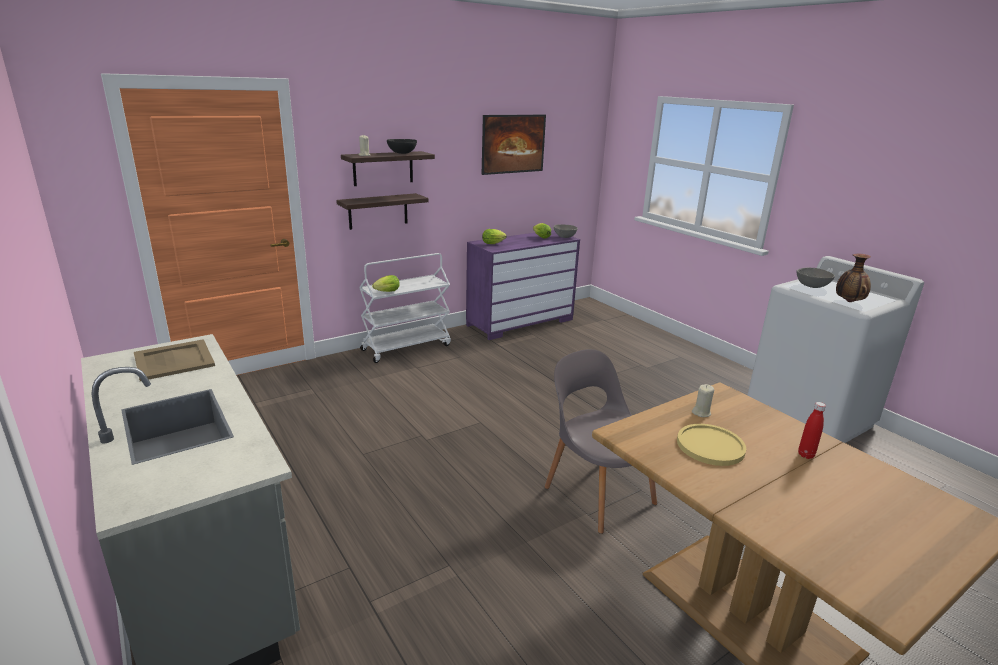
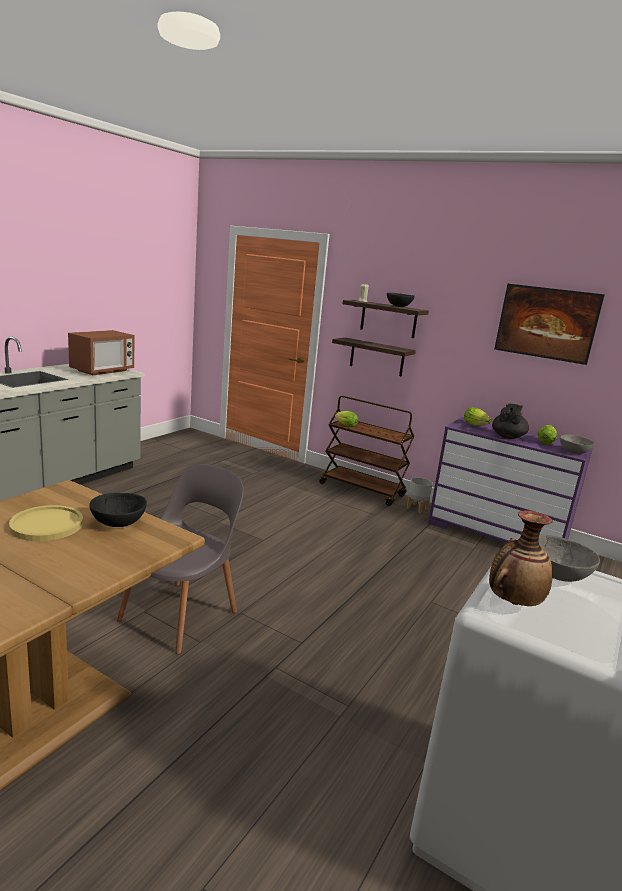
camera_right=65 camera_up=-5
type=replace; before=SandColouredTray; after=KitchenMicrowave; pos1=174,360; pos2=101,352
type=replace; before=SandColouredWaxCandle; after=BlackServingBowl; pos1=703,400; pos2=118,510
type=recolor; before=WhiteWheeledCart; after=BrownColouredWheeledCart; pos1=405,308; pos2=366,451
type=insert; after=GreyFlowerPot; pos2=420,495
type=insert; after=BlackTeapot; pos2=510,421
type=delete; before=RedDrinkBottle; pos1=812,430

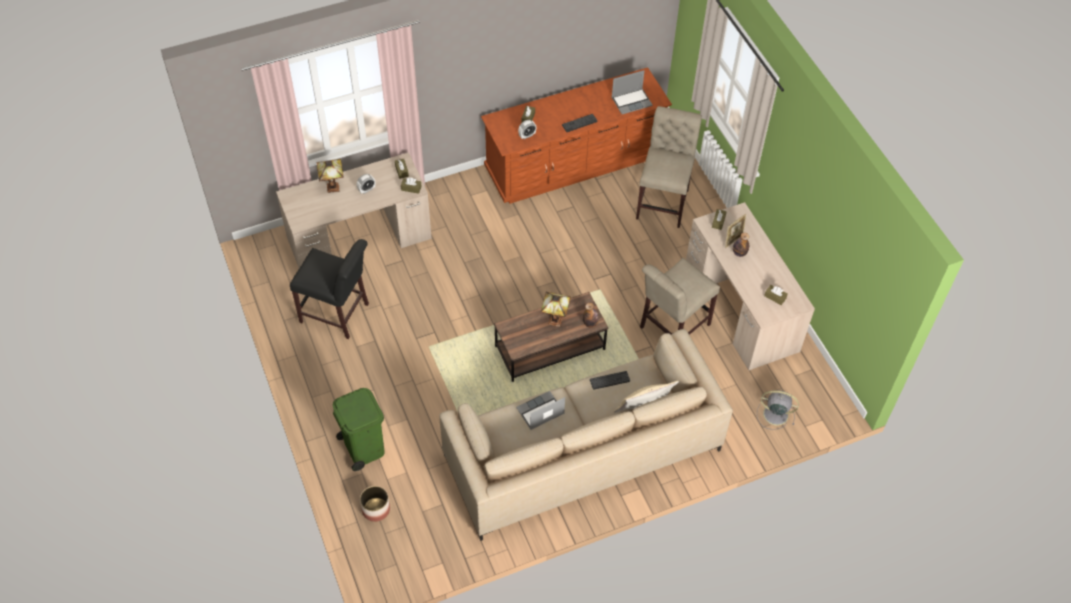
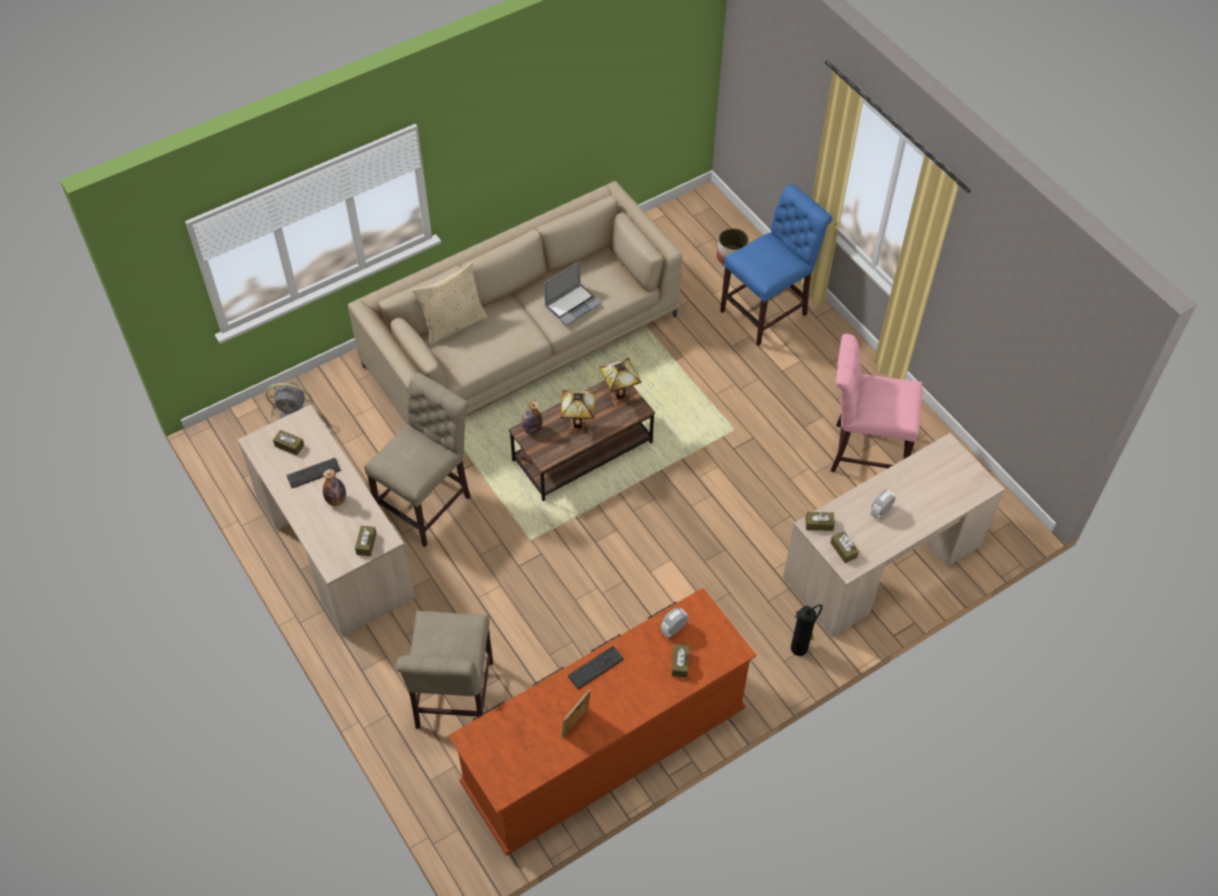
camera_right=170 camera_up=0
type=move; before=ComputerKeyboard; pos1=610,380; pos2=314,473
type=move; before=StandingFrame; pos1=735,231; pos2=576,713
type=move; before=LampForATable; pos1=330,176; pos2=620,382
type=replace; before=GreenishRubbishBin; after=BlueChair; pos1=359,429; pos2=776,265
type=insert; after=Extinguisher; pos2=806,630
type=recolor; before=BlackChair; after=PinkishChair; pos1=329,289; pos2=877,403
type=delete; before=NotebookComputer; pos1=632,92

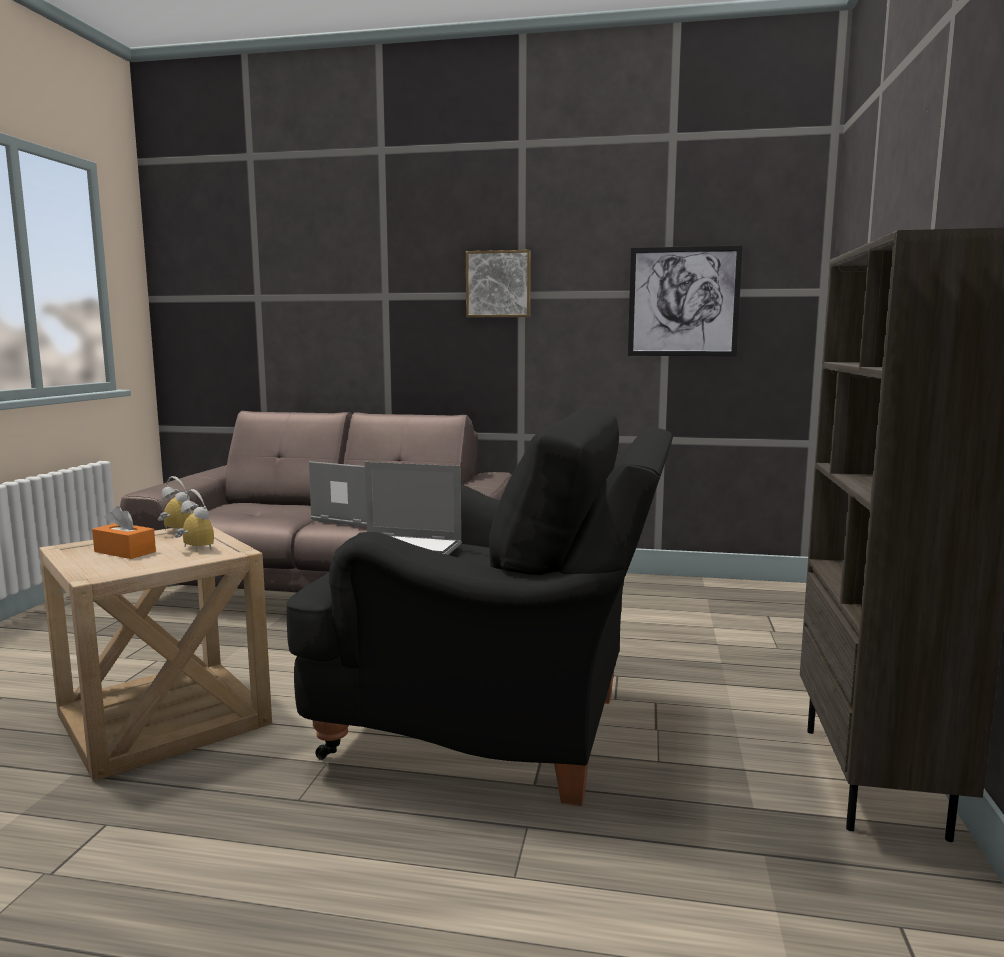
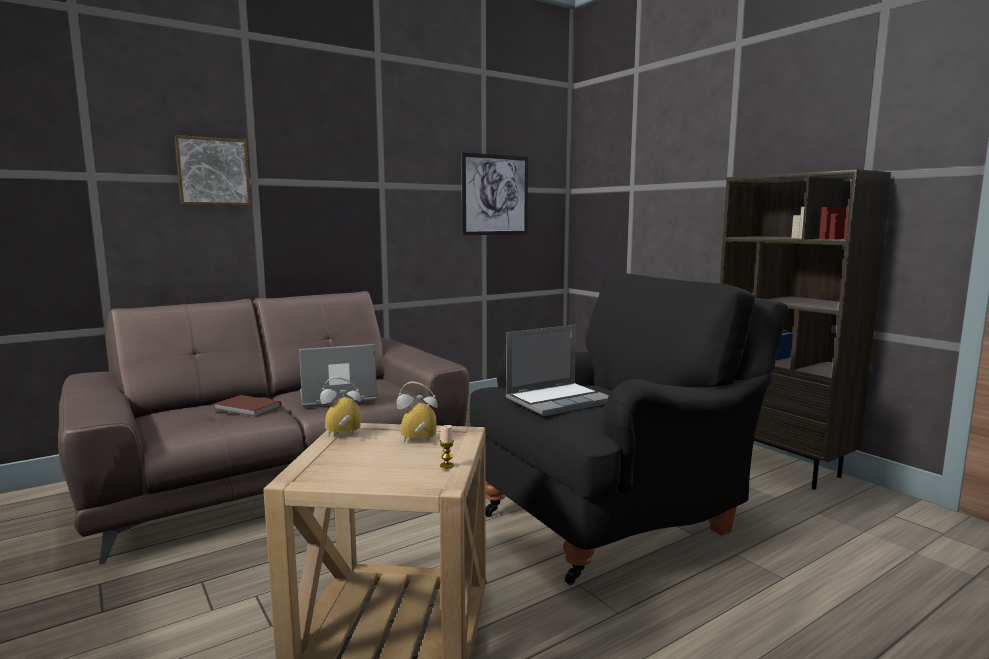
camera_right=-45 camera_up=0
type=move; before=WallPicture; pos1=498,283; pos2=212,170
type=insert; after=BrownColouredVolume; pos2=247,406
type=insert; after=WaxCandle; pos2=447,447
type=delete; before=OrangeTissueHolder; pos1=124,532

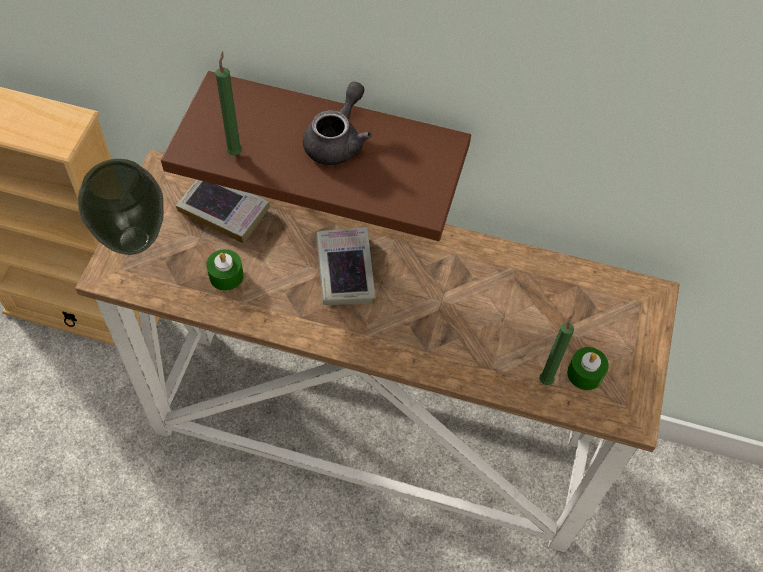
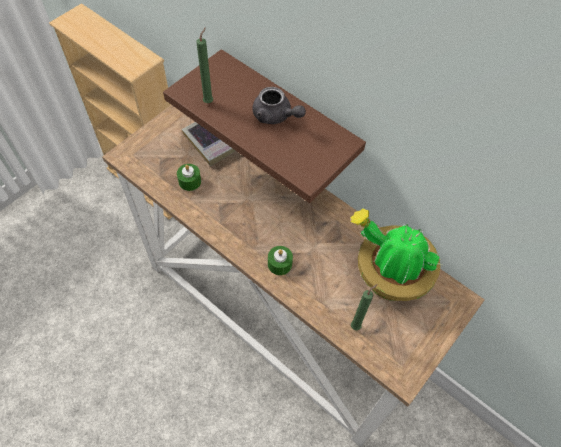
camera_right=25 camera_up=0
type=rotate; before=GreyTeapot; pos1=337,123; pos2=279,105; turn=75
type=move; before=GreenishWaxCandle; pos1=588,368; pos2=280,260
type=insert; after=Houseplant; pos2=396,254
type=delete; before=Vase; pos1=121,207
type=delete; before=Volume; pos1=346,266

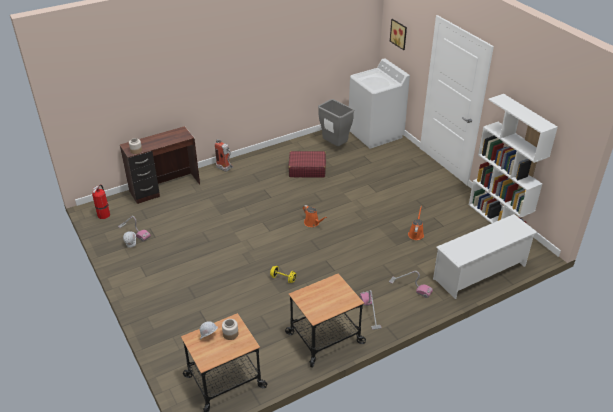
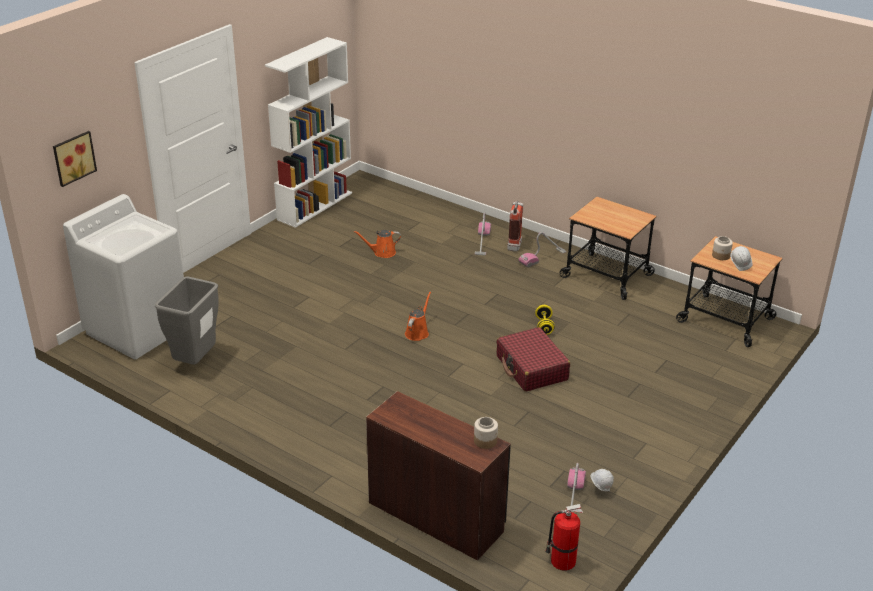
camera_right=-115 camera_up=-5
type=move; before=RedTravelCase; pos1=307,164; pos2=533,359
type=move; before=Extinguisher; pos1=224,155; pos2=515,226
type=delete; before=WhiteShoeShelf; pos1=485,256

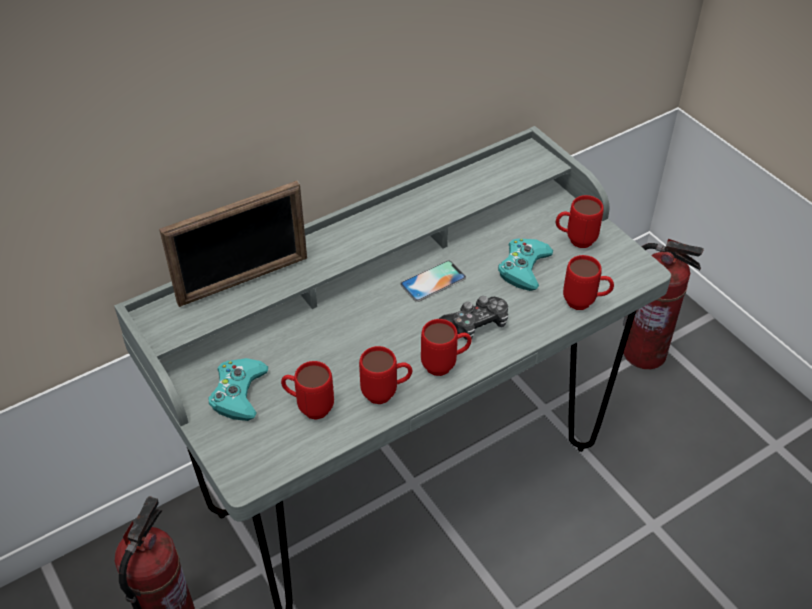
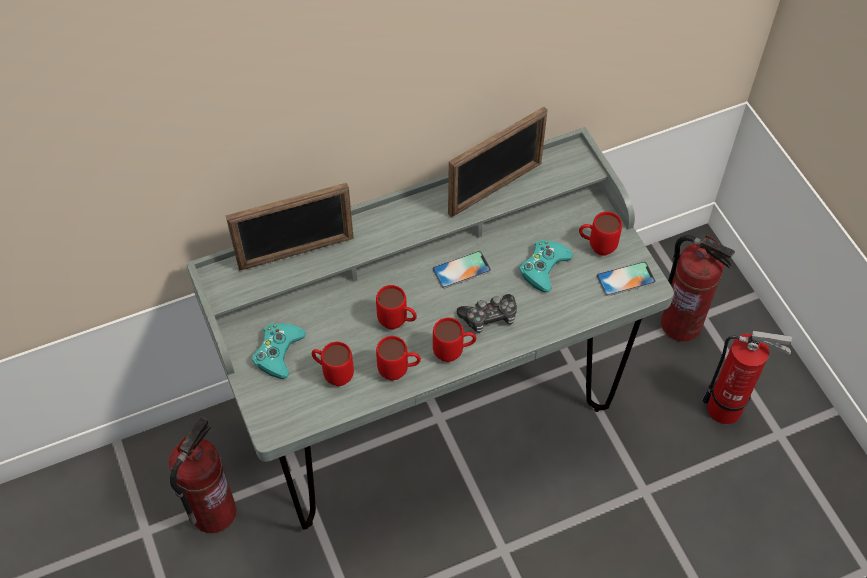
camera_right=10 camera_up=10
type=move; before=RedCoffeeMug; pos1=588,282; pos2=396,307
type=insert; after=StandingFrame; pos2=498,161
type=insert; after=Handset; pos2=626,279
type=insert; after=Extinguisher; pos2=747,377

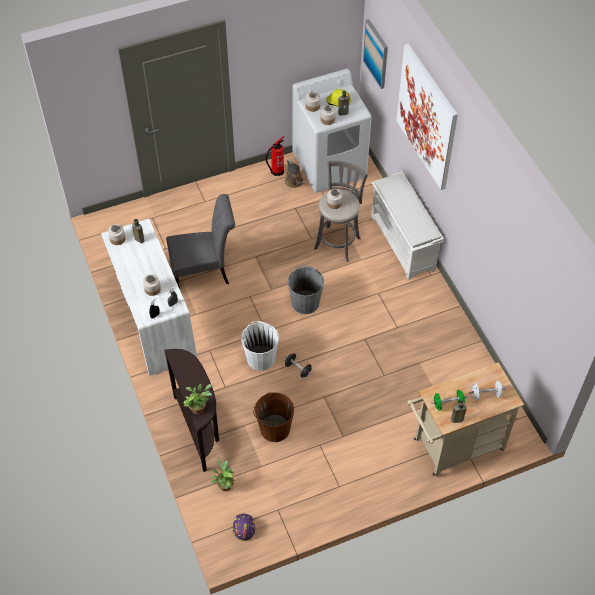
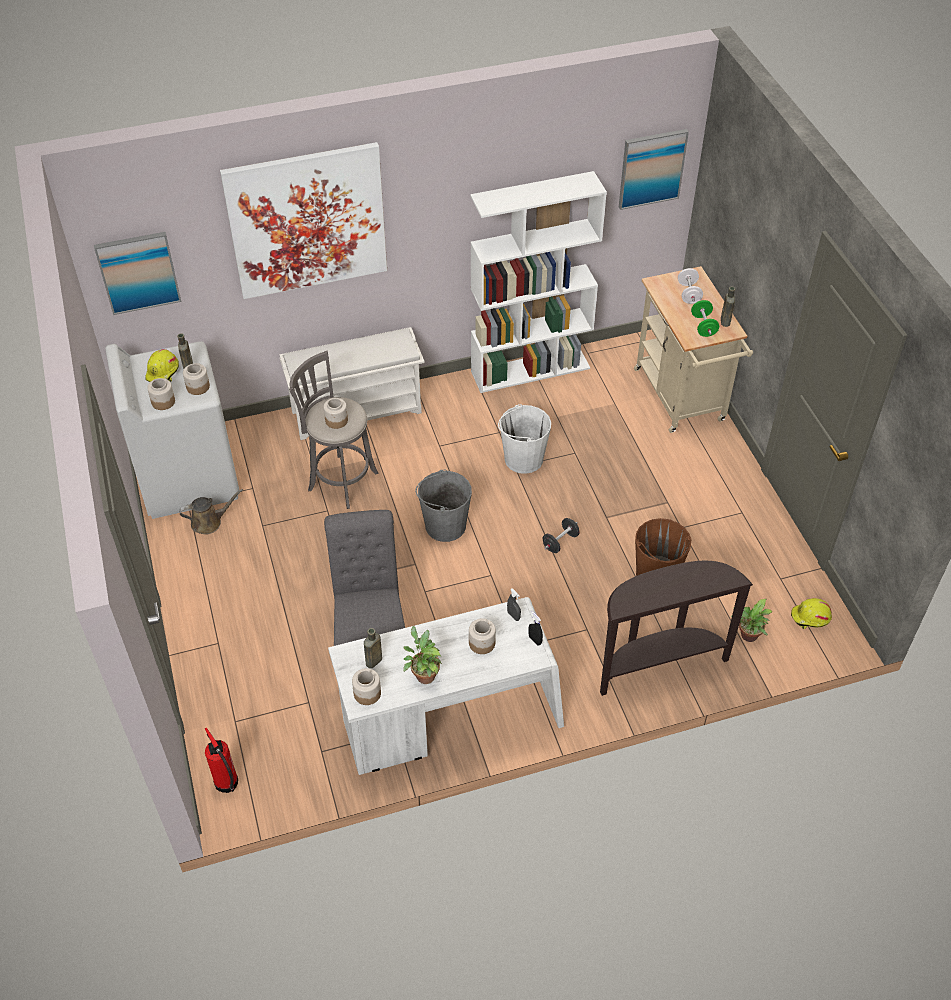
camera_right=-85 camera_up=-5
type=move; before=Extinguisher; pos1=274,156; pos2=221,760
type=move; before=Houseplant; pos1=198,399; pos2=422,655
type=insert; after=WhiteBookcase; pos2=538,282
type=move; before=WhitePail; pos1=260,346; pos2=524,439
type=insert; after=WallPicture; pos2=654,169
type=recolor; before=PurpleColouredSafetyHelmet; after=YellowSafetyHelmet; pos1=244,527; pos2=811,613

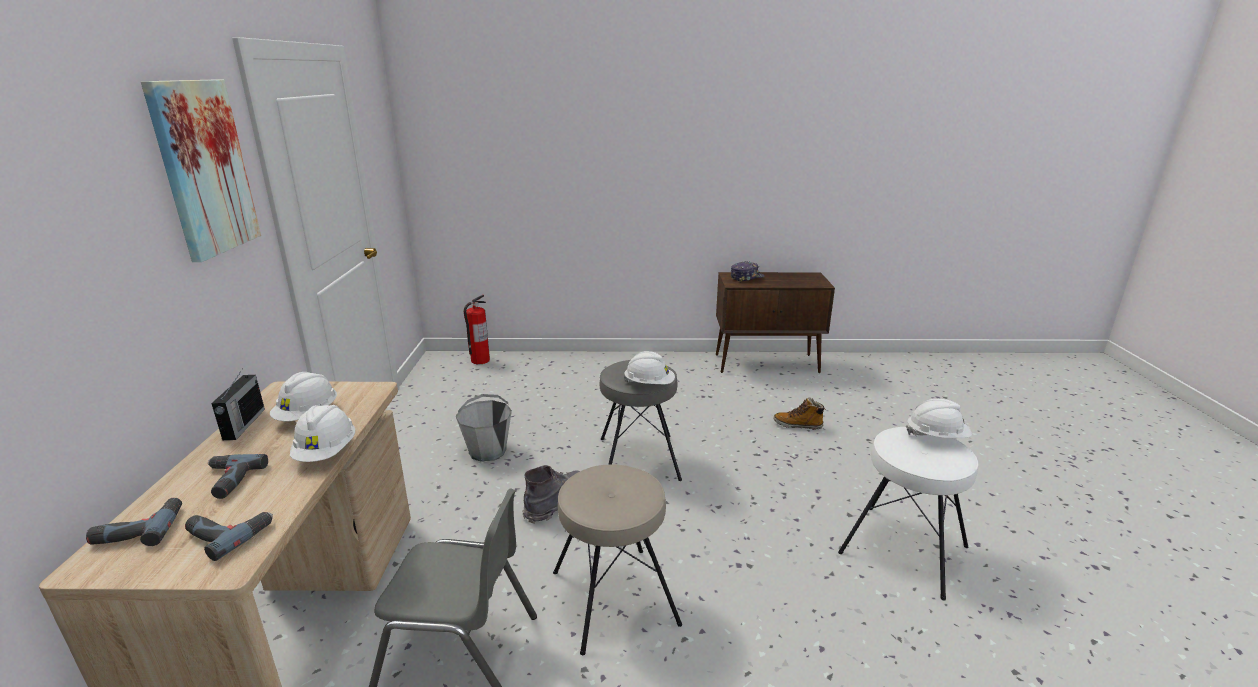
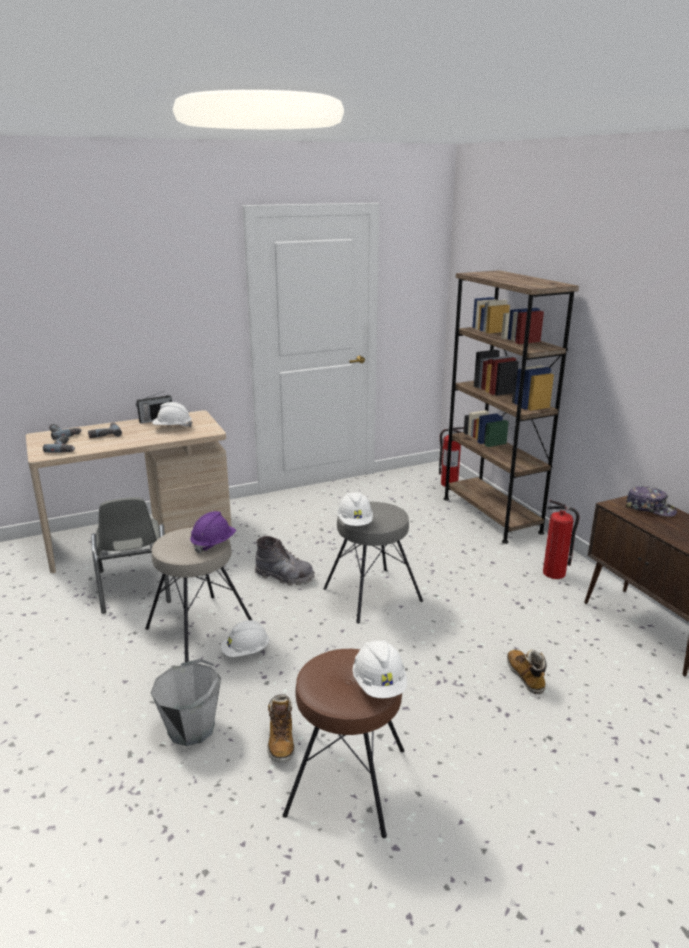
camera_right=65 camera_up=0
type=move; before=GreyPail; pos1=484,428; pos2=186,702
type=insert; after=PurpleColouredSafetyHelmet; pos2=213,532
type=move; before=WhiteSafetyHelmet; pos1=322,433; pos2=245,638
type=insert; after=Boot; pos2=281,728
type=recolor; before=WhiteStool; after=BrownColouredStool; pos1=908,514; pos2=343,743
type=insert; after=BrownColouredBookcase; pos2=511,407
type=insert; after=Extinguisher; pos2=561,539
type=delete; before=WallPicture; pos1=201,170

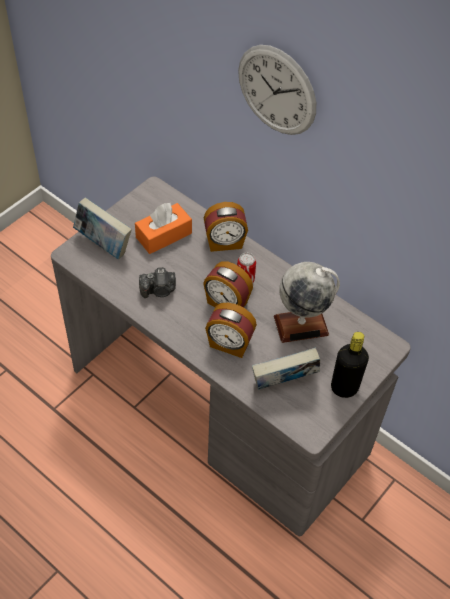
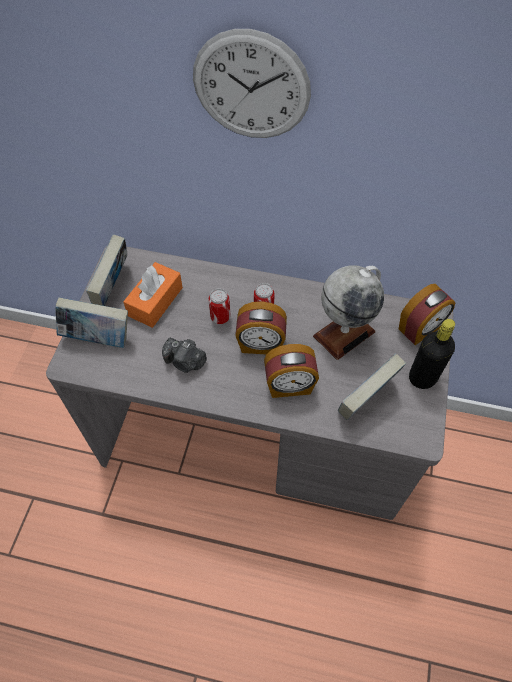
camera_right=-25 camera_up=5
type=insert; after=Volume; pos2=106,270
type=rotate; before=StillCamera; pos1=157,282; pos2=184,355; turn=60
type=insert; after=SealedCan; pos2=219,306
type=move; before=TableClock; pos1=226,227; pos2=427,314

